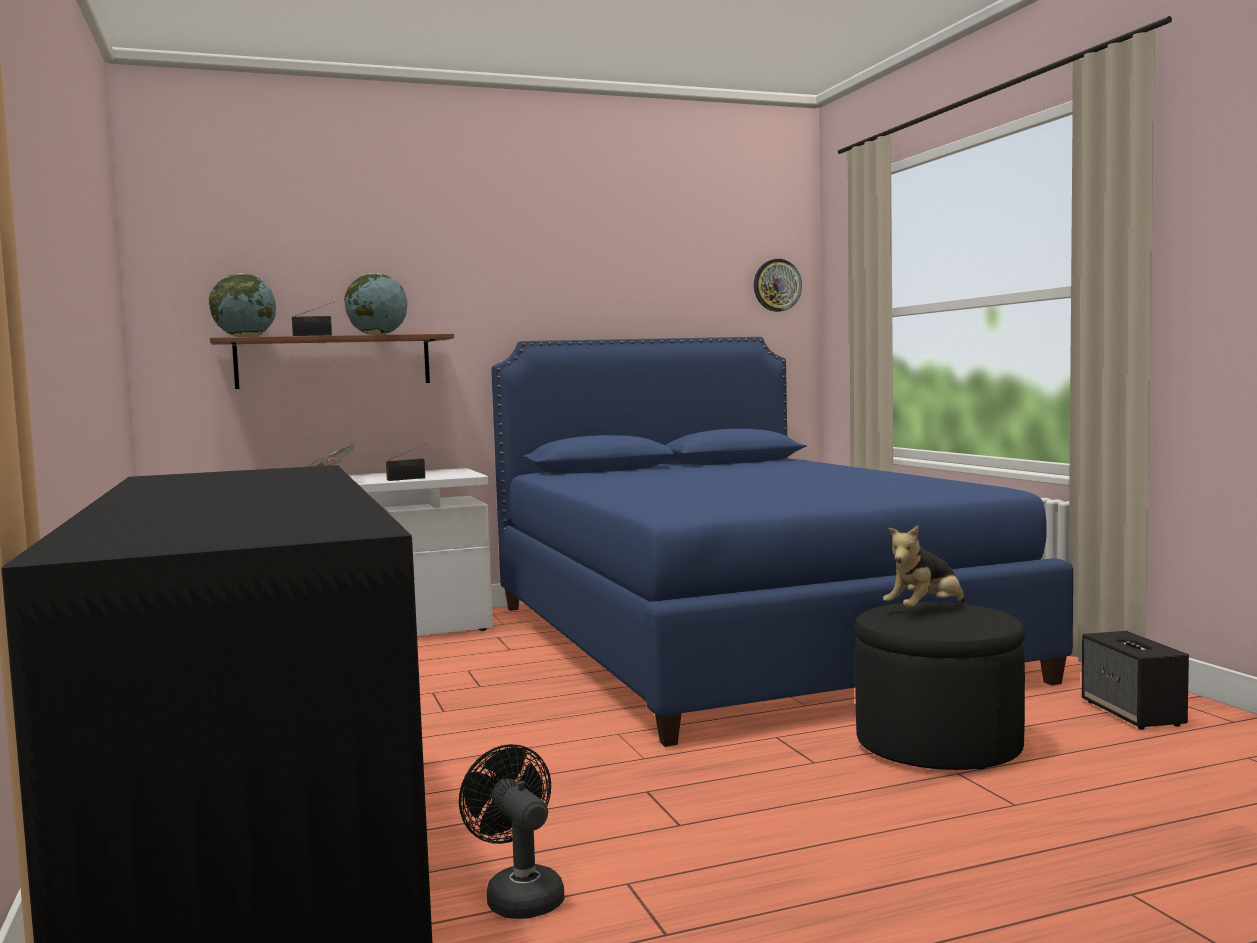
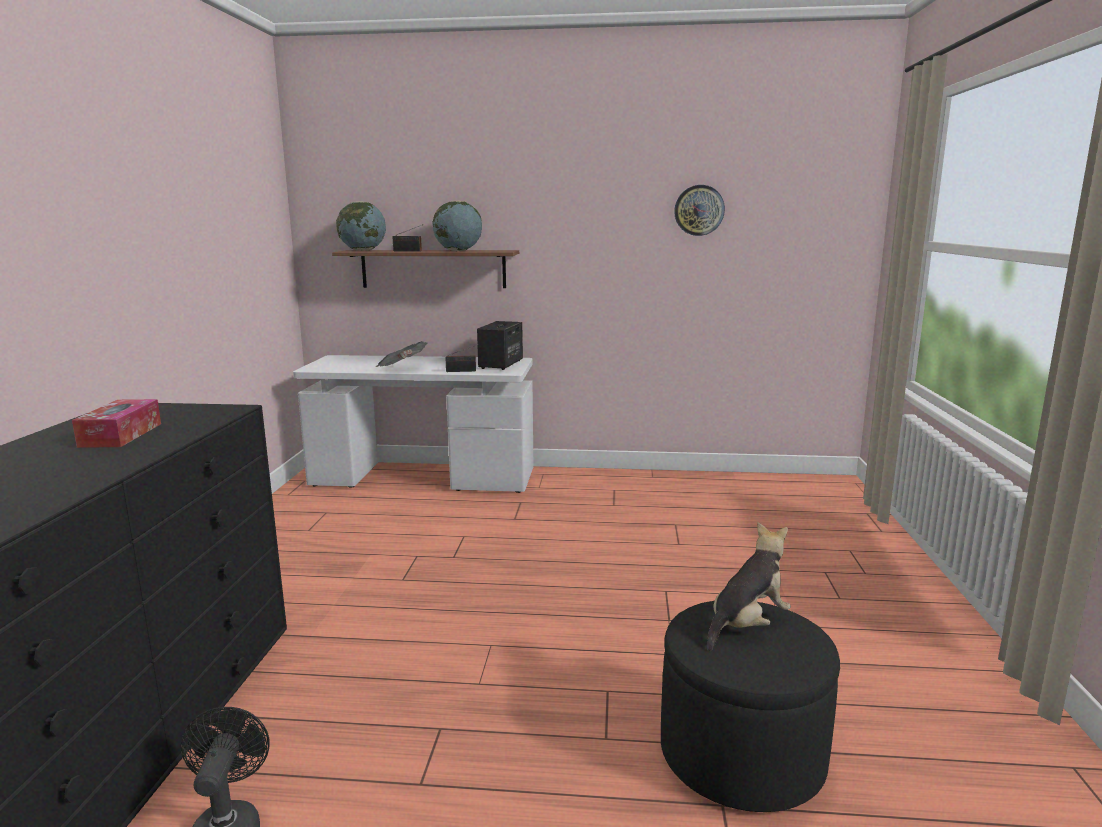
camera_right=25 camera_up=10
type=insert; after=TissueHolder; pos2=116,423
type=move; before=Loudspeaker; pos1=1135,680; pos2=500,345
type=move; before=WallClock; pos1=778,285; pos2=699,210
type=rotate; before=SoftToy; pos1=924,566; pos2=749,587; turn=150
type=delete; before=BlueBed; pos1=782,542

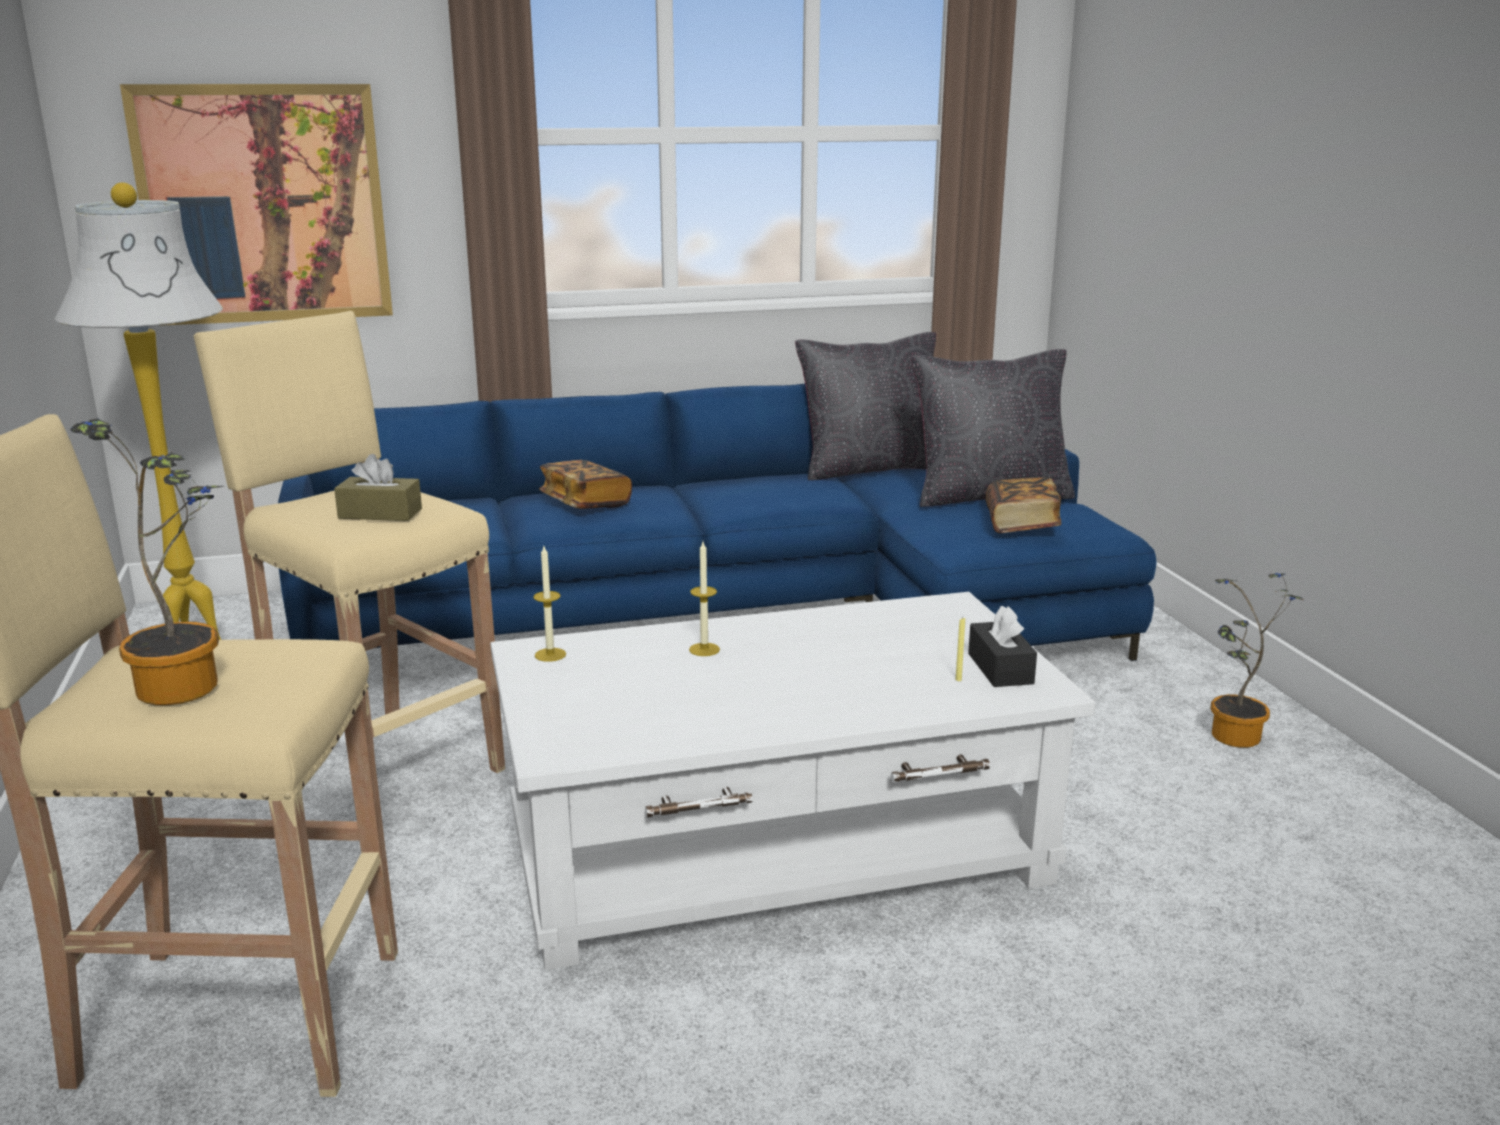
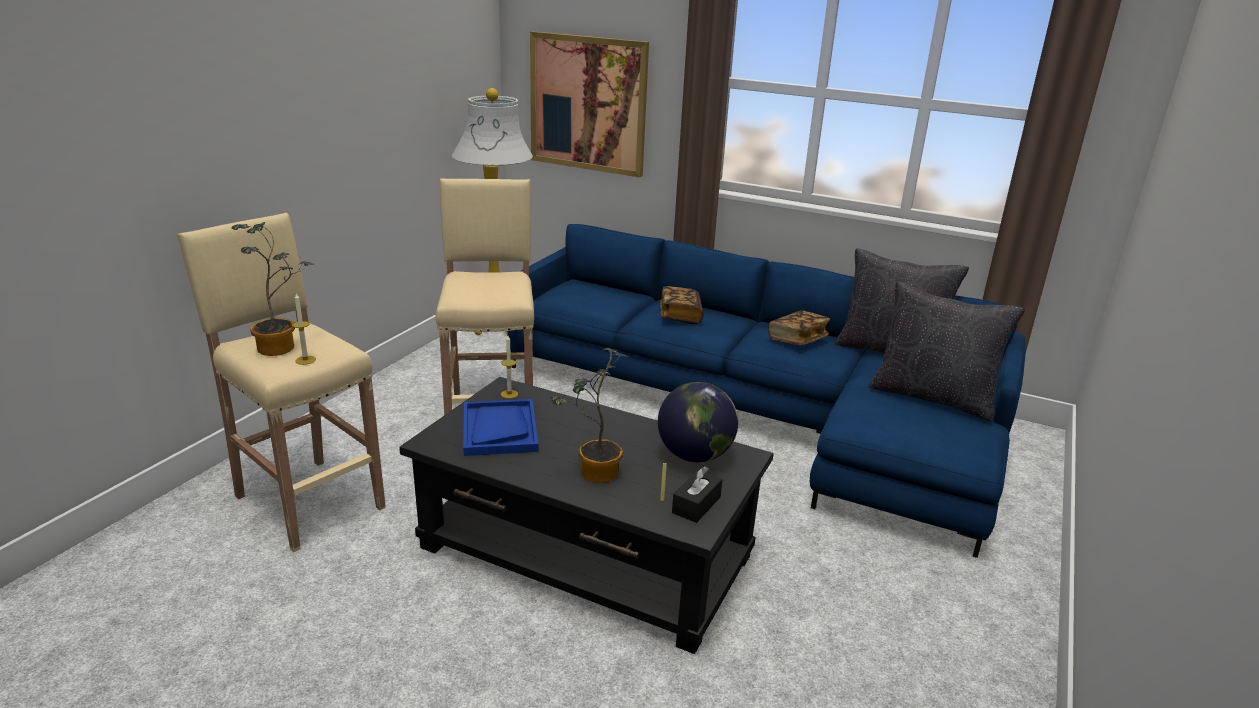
camera_right=40 camera_up=5
type=move; before=WaxCandle; pos1=704,599; pos2=304,329
type=recolor; before=WhiteCoffeeTable; after=BlackCoffeeTable; pos1=793,781; pos2=586,515
type=insert; after=BlueTray; pos2=500,427
type=move; before=Houseplant; pos1=1257,660; pos2=590,415
type=insert; after=Globe; pos2=698,422
type=move; before=Volume; pos1=1023,505; pos2=799,327
type=delete; before=BrownColouredTissueHolder; pos1=378,487

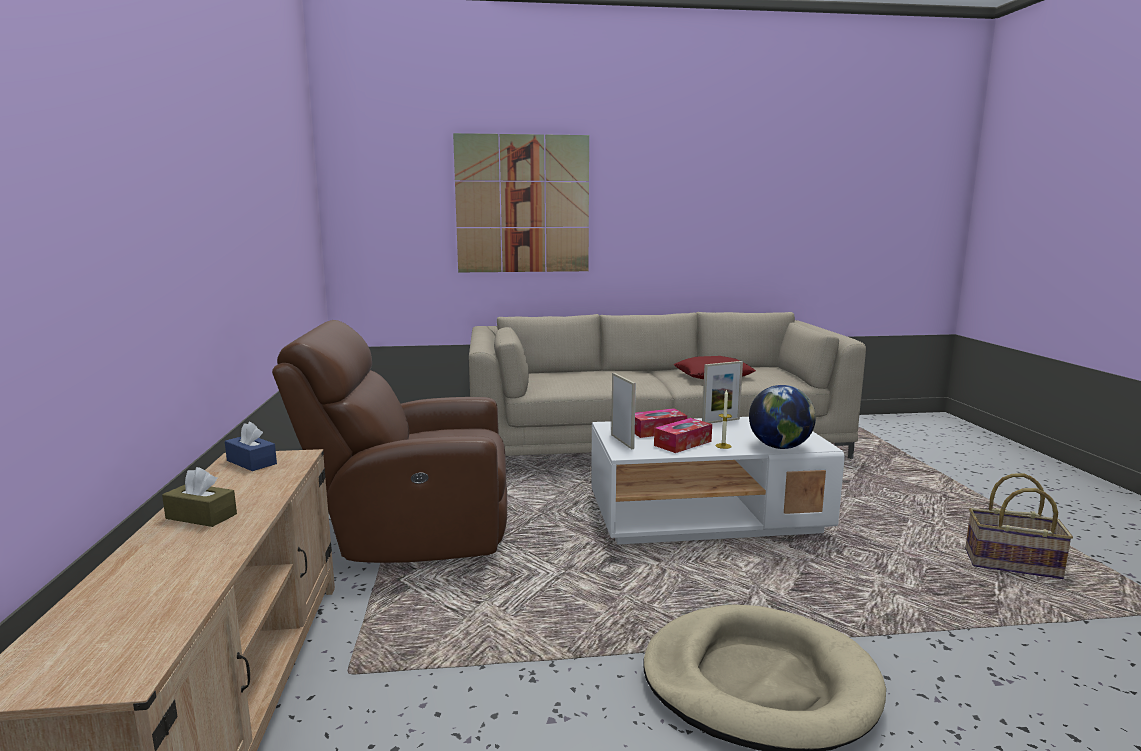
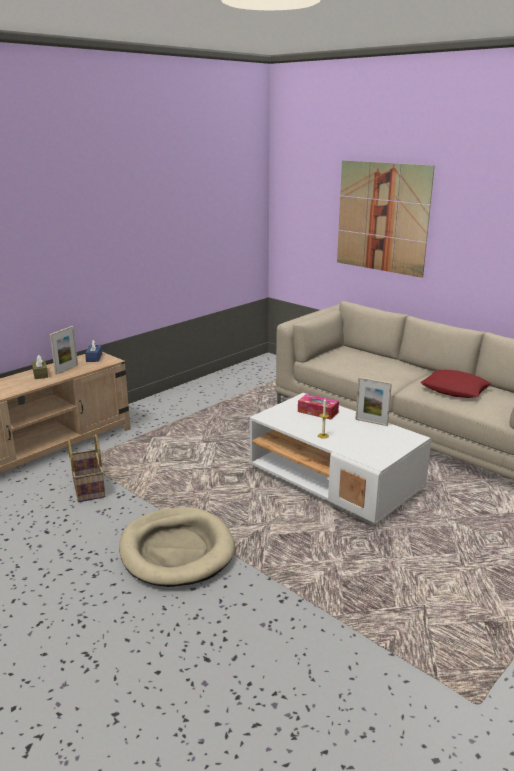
camera_right=50 camera_up=10
type=move; before=StandingFrame; pos1=623,411; pos2=64,350
type=move; before=HouseholdBasket; pos1=1019,526; pos2=86,468
type=delete; before=BrownColouredEasyChair; pos1=389,441
type=delete; before=TissueHolder; pos1=683,435
type=delete; before=Globe; pos1=782,417

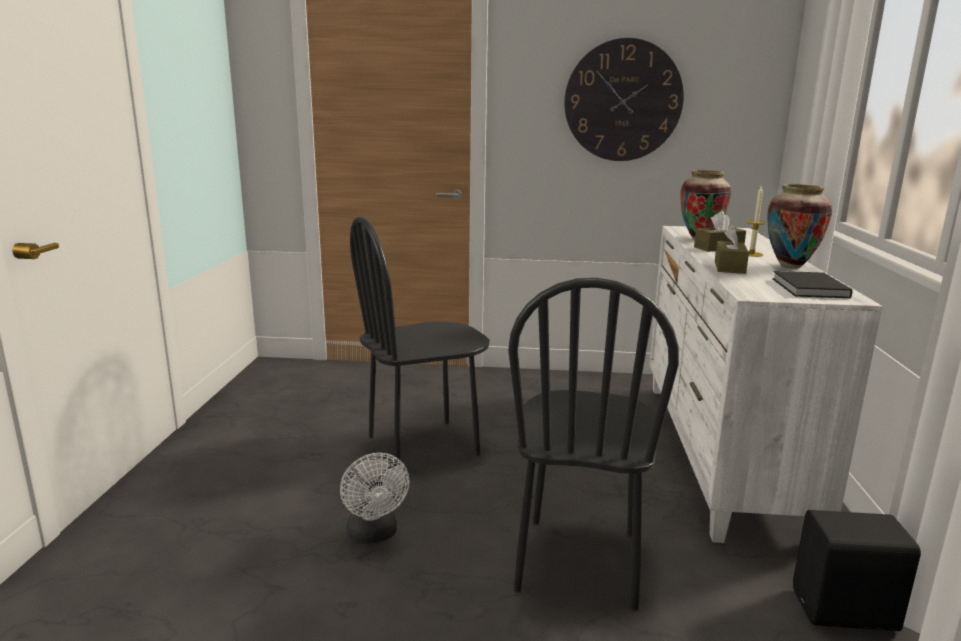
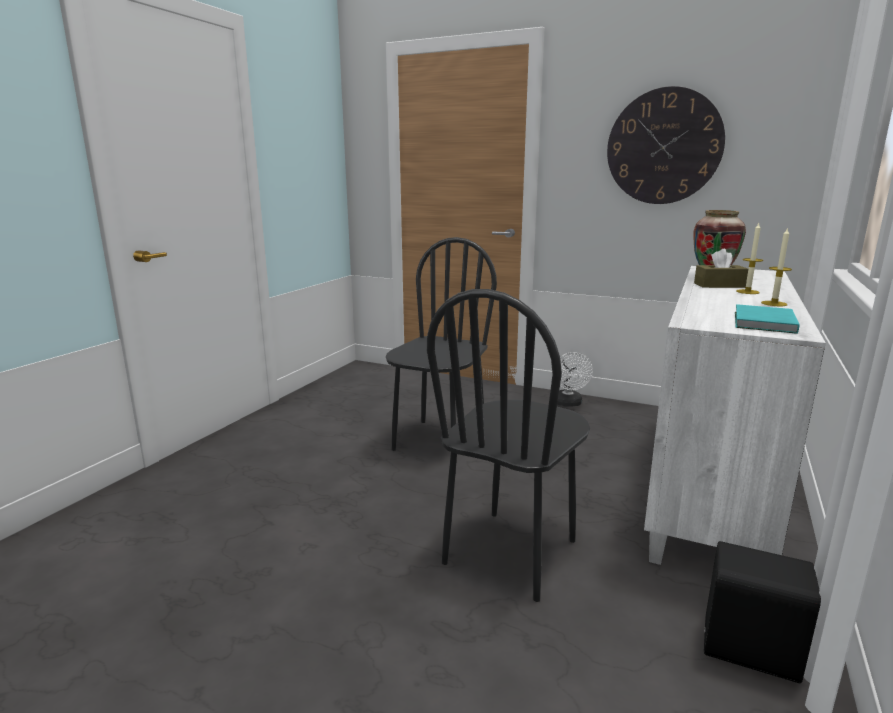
camera_right=20 camera_up=0
type=rotate; before=BlackChair; pos1=420,341; pos2=441,350; turn=120
type=move; before=WhiteFan; pos1=375,498; pos2=575,379
type=recolor; before=BlackVolume; after=TurquoiseColouredVolume; pos1=812,284; pos2=767,319
type=replace; before=Vase; after=WaxCandle; pos1=799,226; pos2=776,266
type=delete; before=BrownColouredTissueHolder; pos1=732,249

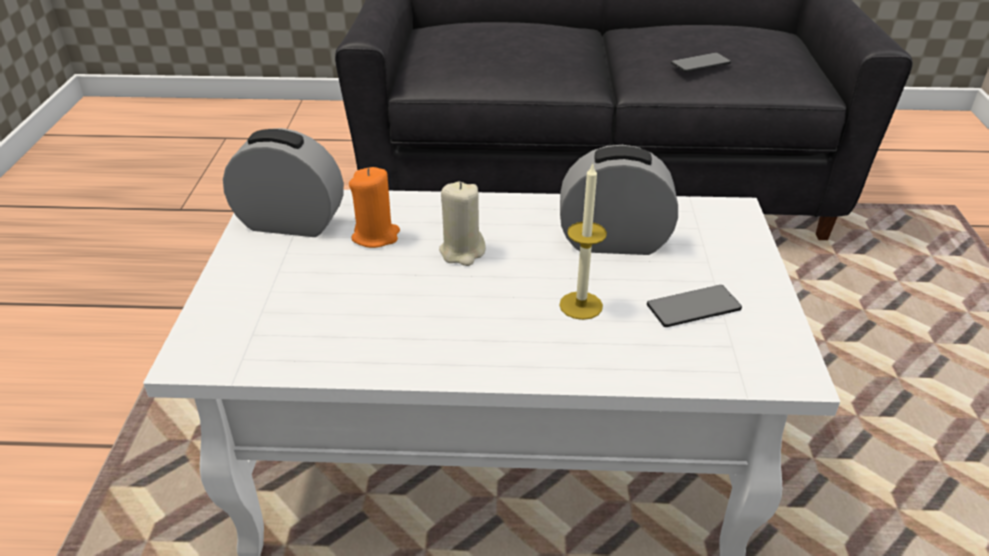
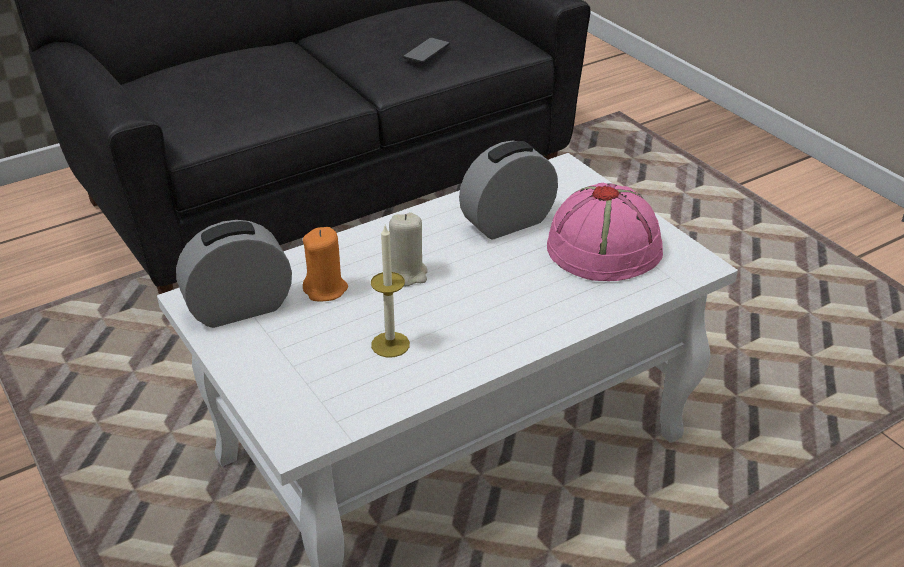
camera_right=-35 camera_up=0
type=move; before=WaxCandle; pos1=583,241; pos2=390,291
type=replace; before=Handset; after=PinkishHat; pos1=694,306; pos2=605,232

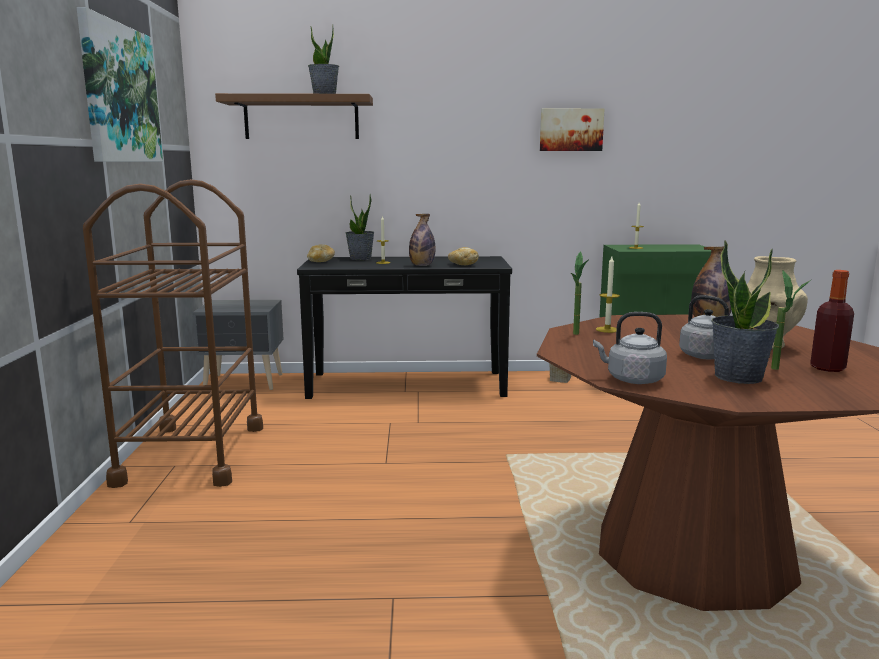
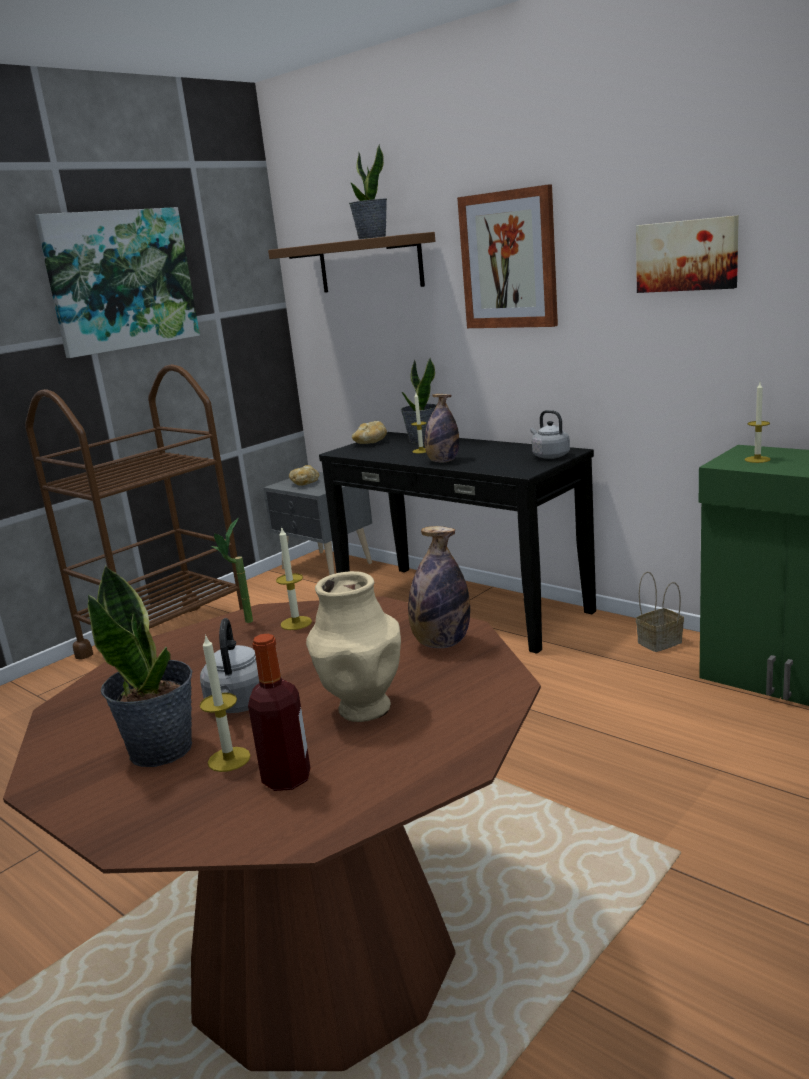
camera_right=45 camera_up=5
type=replace; before=Houseplant; after=WaxCandle; pos1=791,320; pos2=225,703
type=move; before=Bread; pos1=463,256; pos2=304,475
type=insert; after=WallPicture; pos2=507,256
type=move; before=GreyWaterKettle; pos1=630,348; pos2=550,434

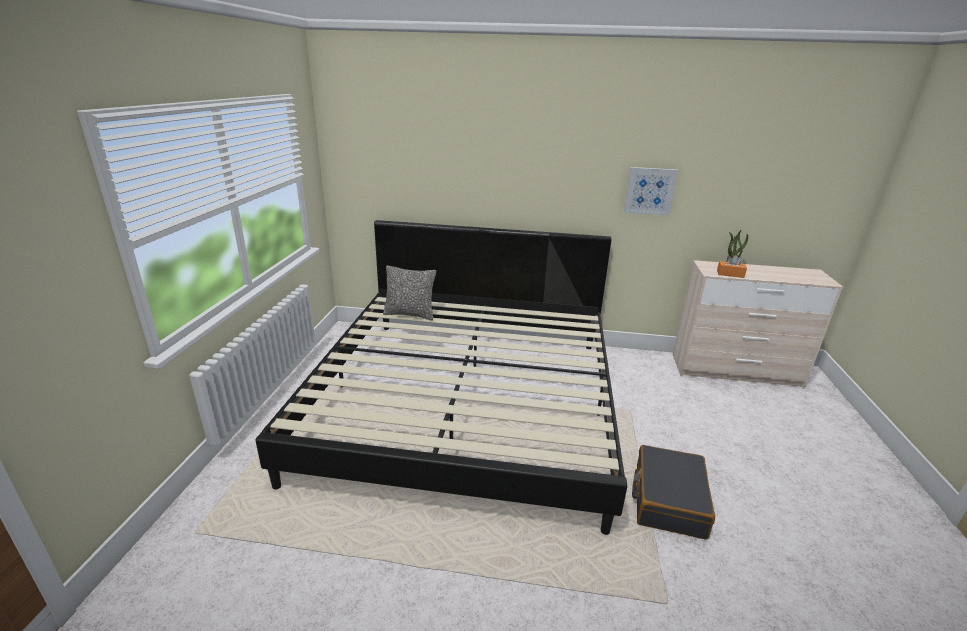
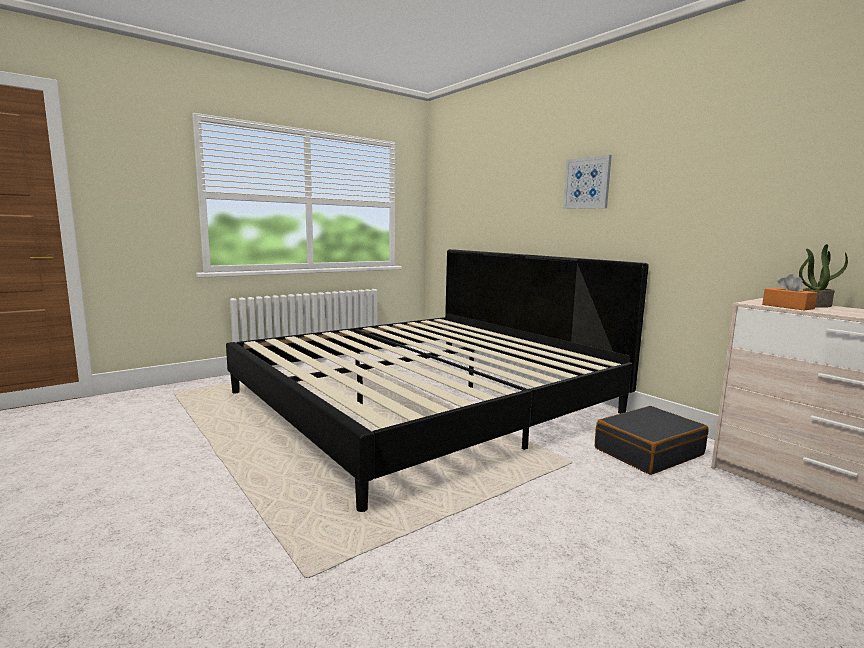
camera_right=45 camera_up=-15
type=move; before=WallPicture; pos1=651,191; pos2=587,182
type=move; before=BlackTravelCase; pos1=673,492; pos2=652,440
type=delete; before=ThrowPillow; pos1=409,293

